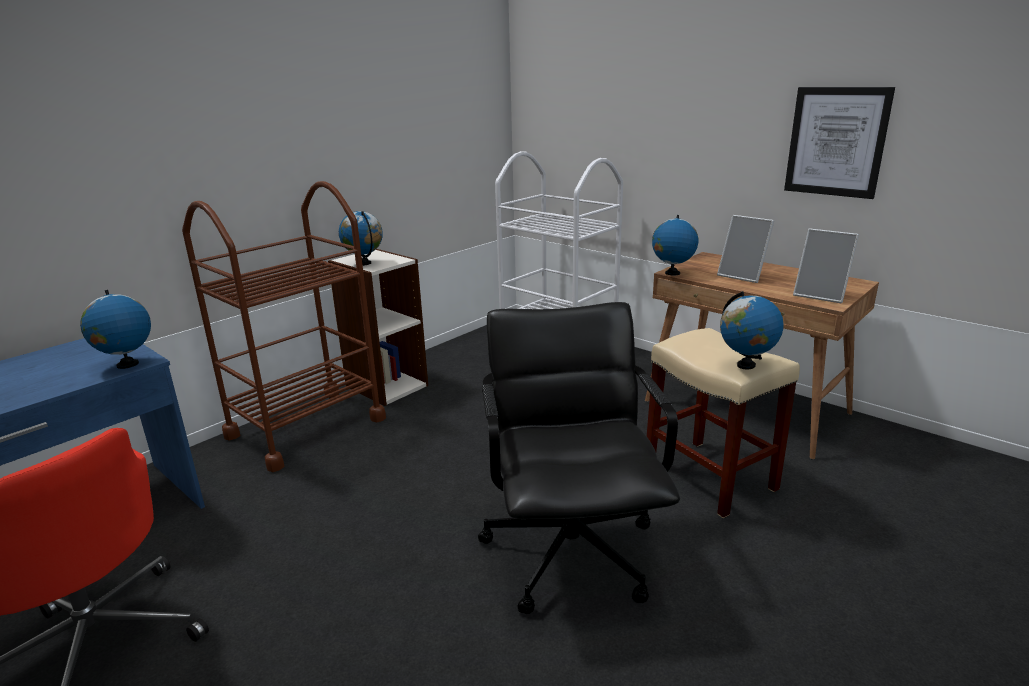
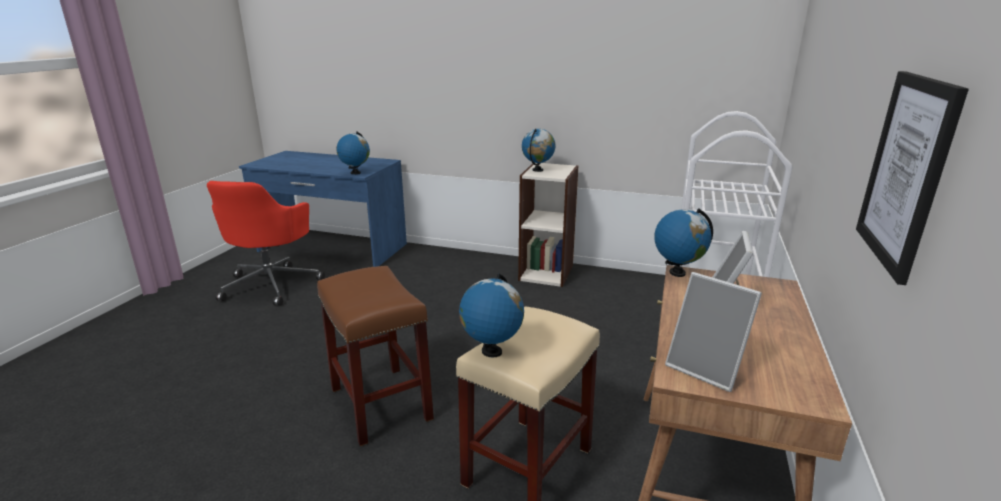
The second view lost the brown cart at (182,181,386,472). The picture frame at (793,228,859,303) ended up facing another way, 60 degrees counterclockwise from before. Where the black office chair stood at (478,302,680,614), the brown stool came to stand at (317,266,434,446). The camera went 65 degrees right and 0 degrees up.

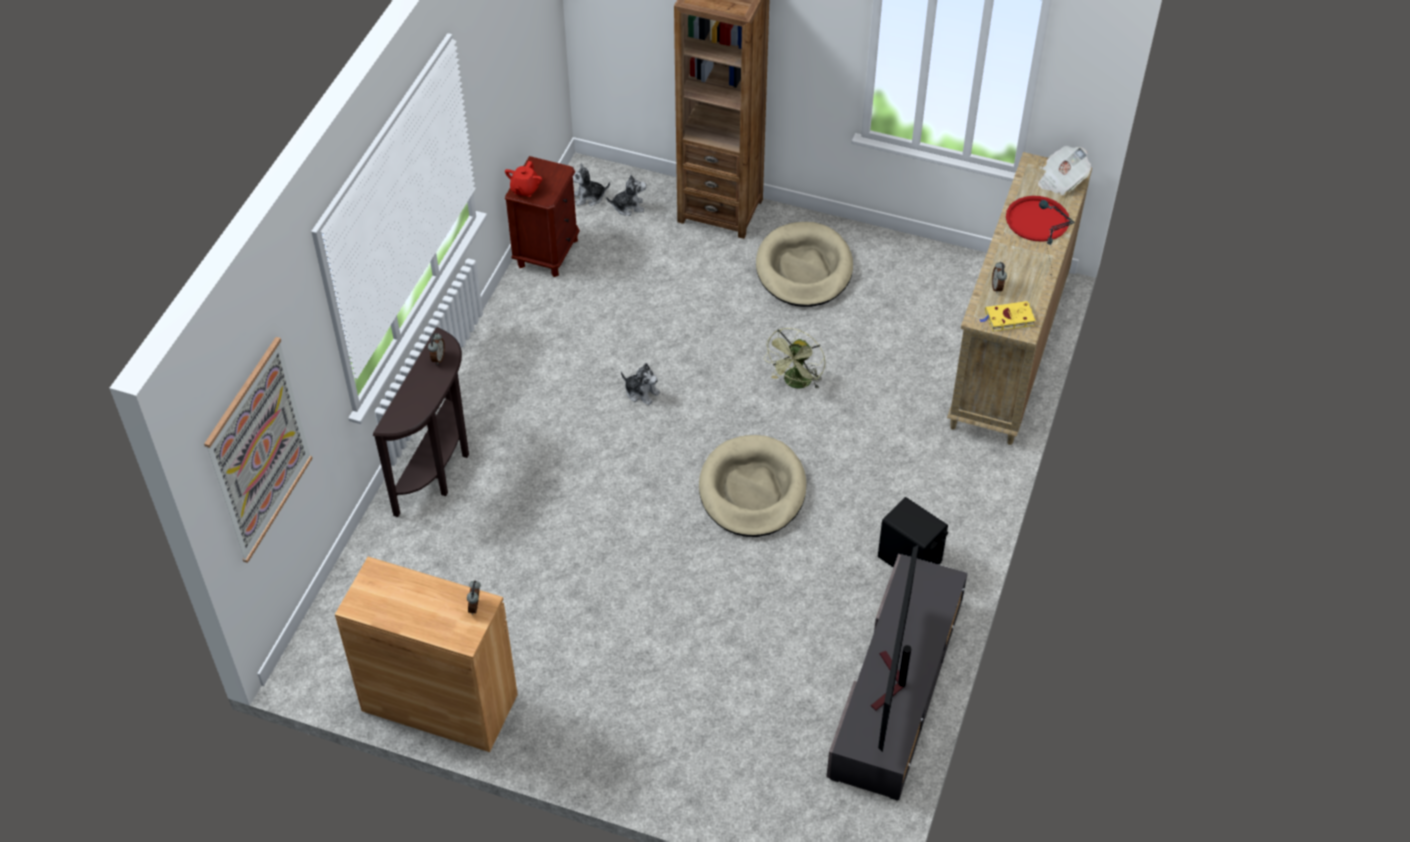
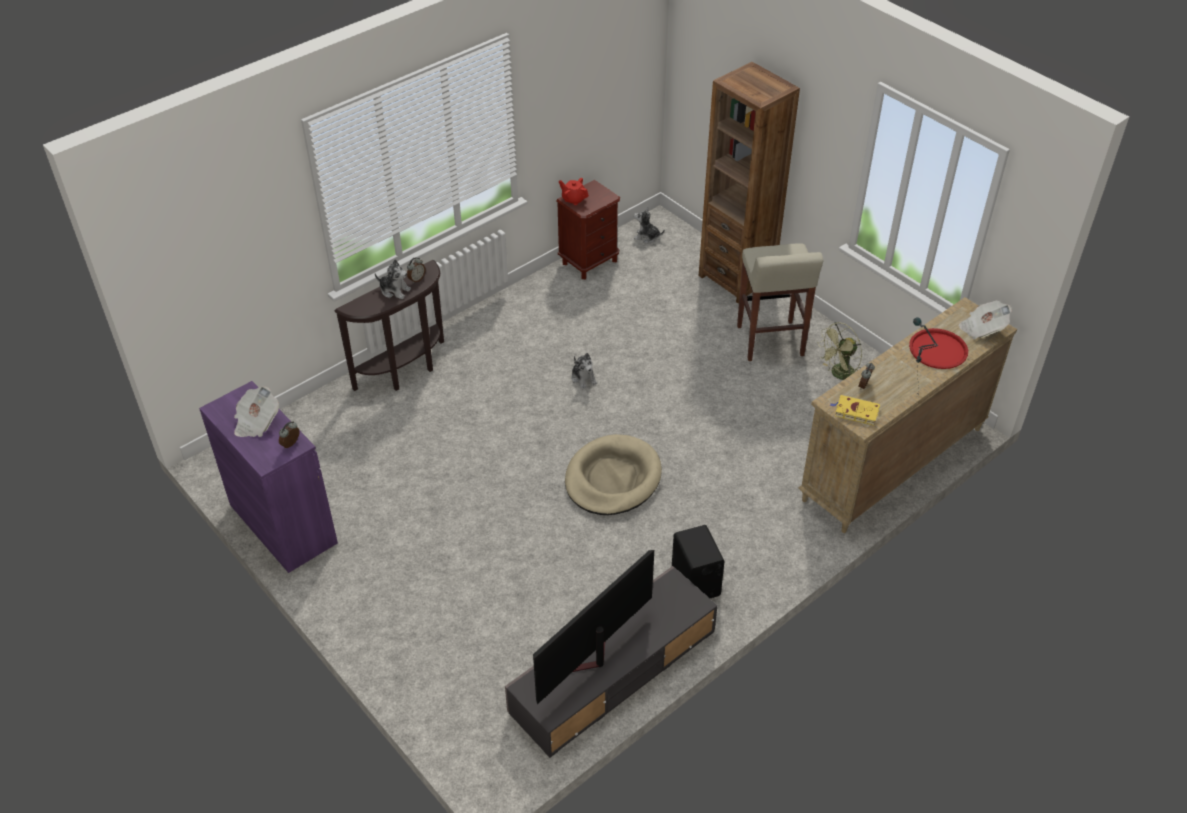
The red teapot at (505,161,542,197) ended up facing another way, 75 degrees clockwise from before. The plush toy ended up elsewhere, having gone from (606,174,646,216) to (375,259,411,299). Where the beige dog bed stood at (756,222,853,307), the beige stool came to stand at (737,243,823,361). The green fan ended up elsewhere, having gone from (766,328,825,389) to (818,322,862,380). The second view lost the picture at (204,337,312,563). What was the brown cabinet at (335,557,518,752) turned into the purple cabinet at (199,381,338,573). The second view gained the newspaper at (234,386,279,437). The camera went 30 degrees right and 5 degrees down.

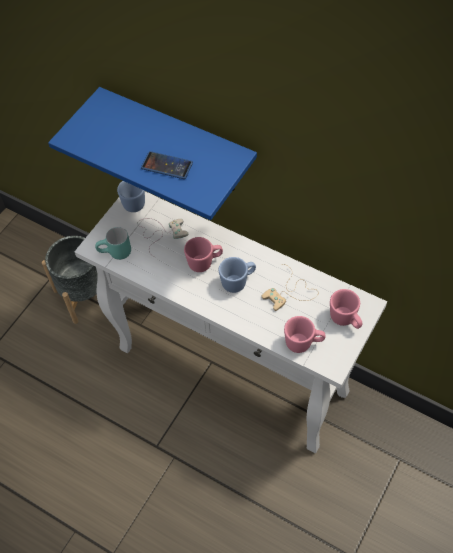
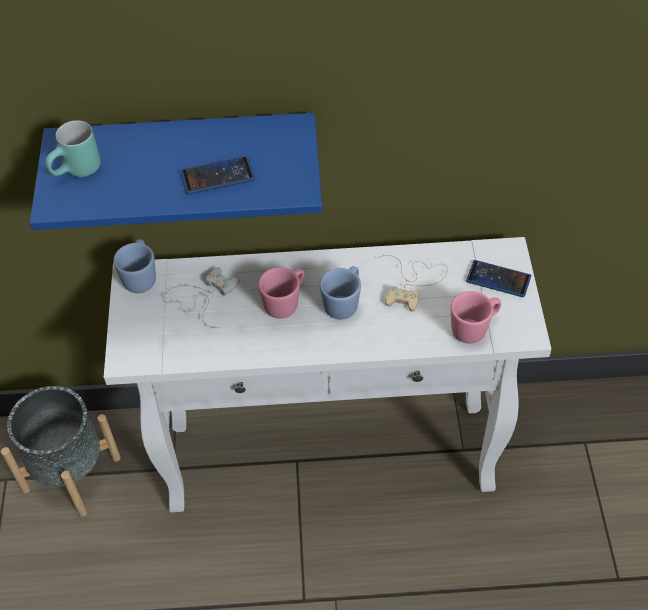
The turquoise mug ended up elsewhere, having gone from (95,227,131,260) to (45,120,101,177). Where the pink mug stood at (330,289,362,329), the phone came to stand at (466,260,531,297). The camera went 35 degrees left and 5 degrees down.

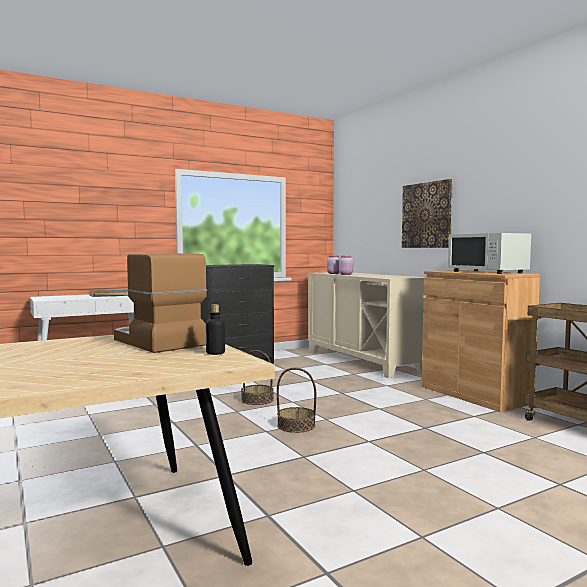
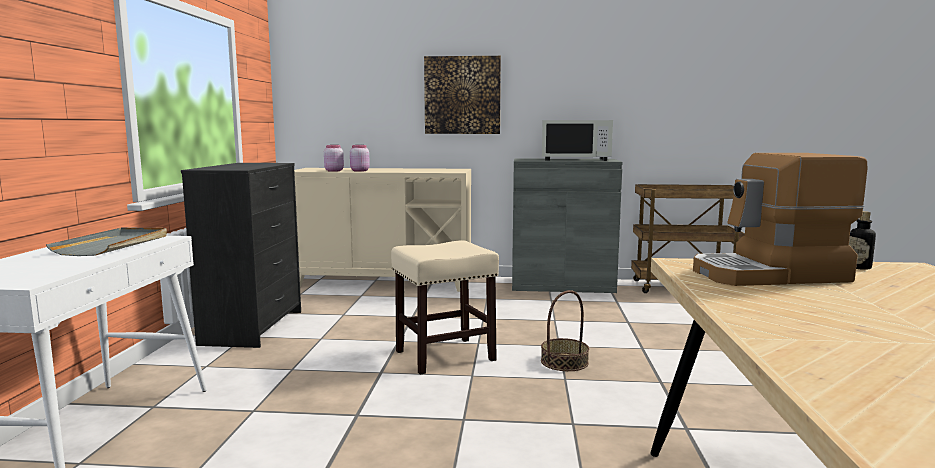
What was the brown cabinet at (422,270,540,412) turned into the grey cabinet at (512,158,623,293). Where the basket stood at (241,350,274,405), the beige stool came to stand at (391,240,499,375). The camera went 55 degrees left and 5 degrees up.

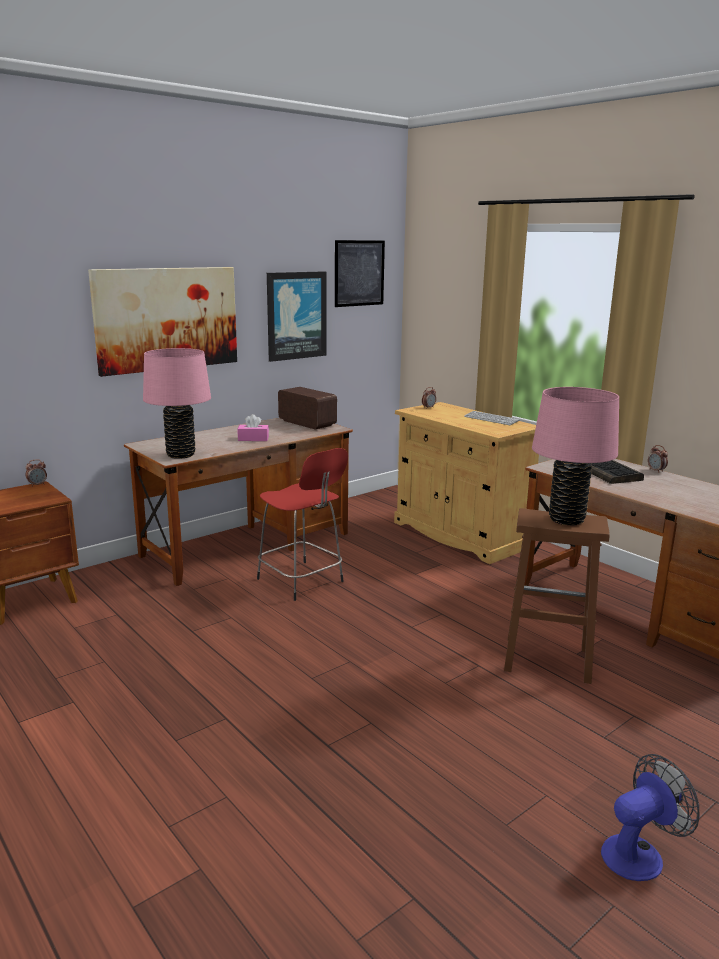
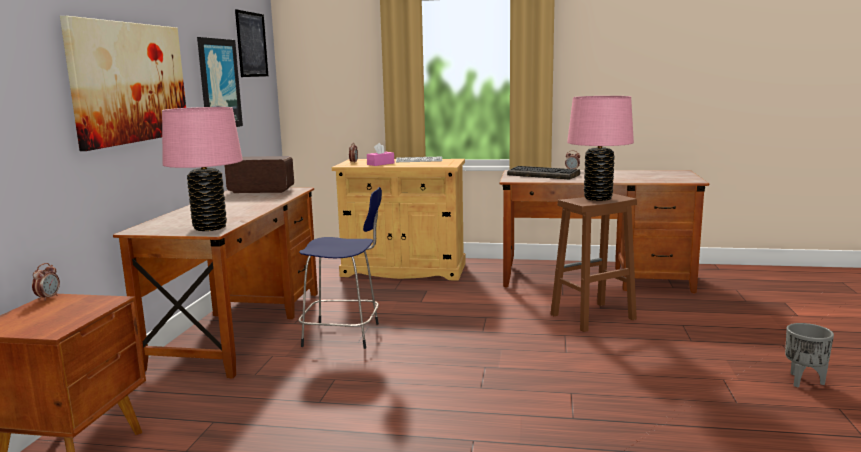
The pink tissue box ended up elsewhere, having gone from (237,414,269,441) to (367,143,394,166). What was the red stool at (257,448,348,601) turned into the blue stool at (299,187,382,349). Where the fan stood at (601,754,699,881), the grey planter came to stand at (785,323,834,387). The camera went 40 degrees left and 5 degrees down.

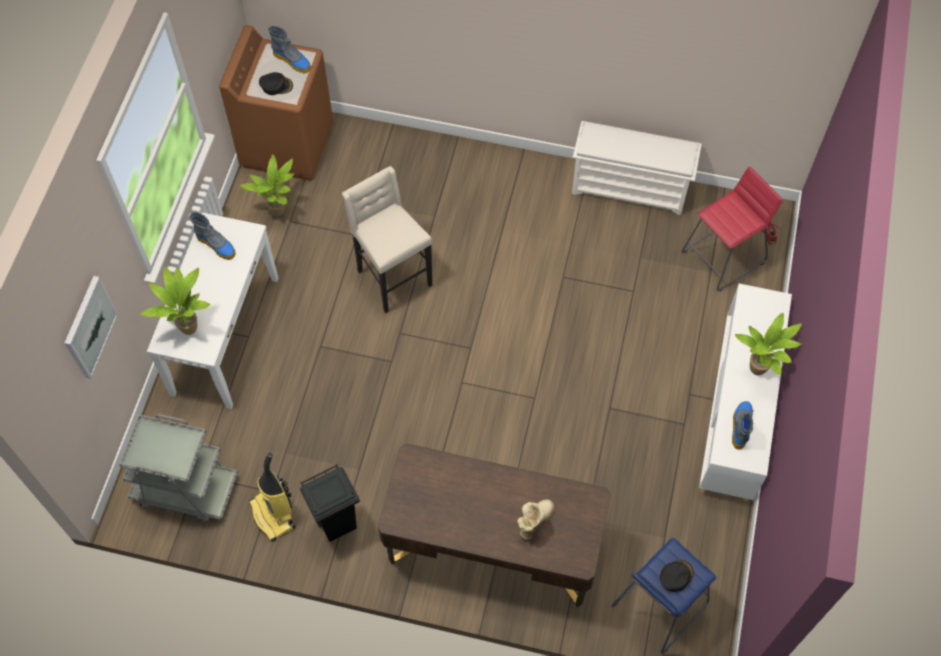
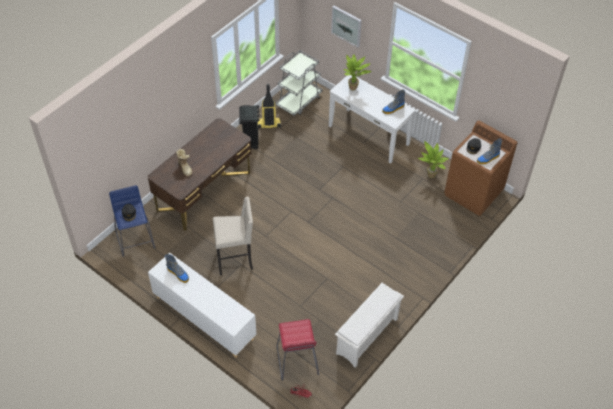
The beige stool ended up elsewhere, having gone from (342,166,432,313) to (213,197,253,275). The second view lost the potted plant at (735,313,802,375). The camera went 115 degrees right and 10 degrees down.

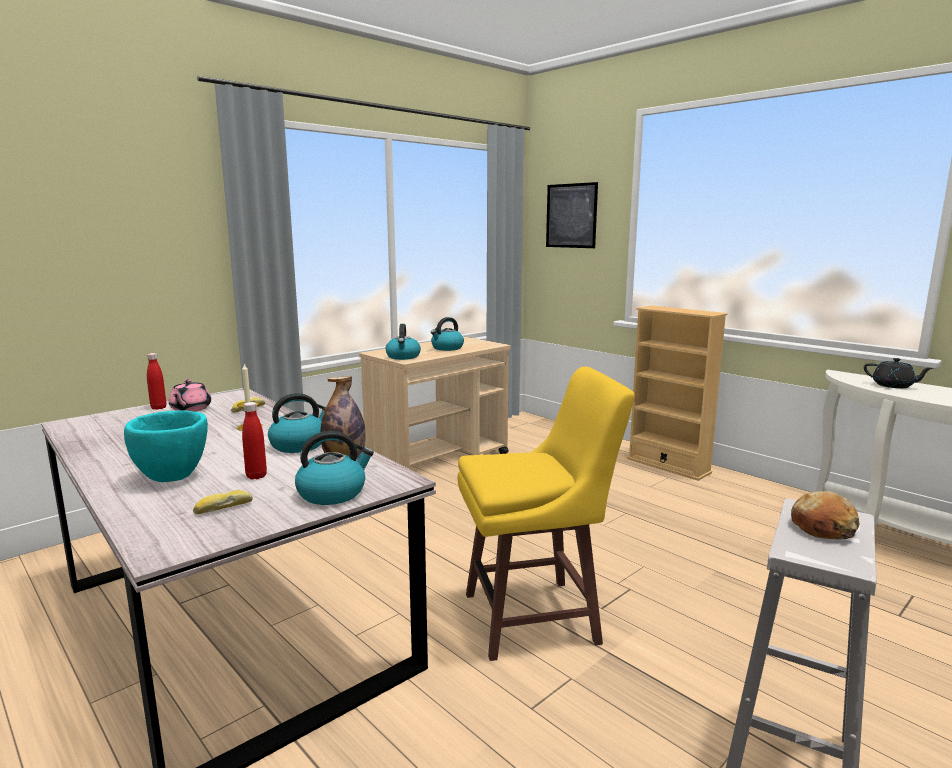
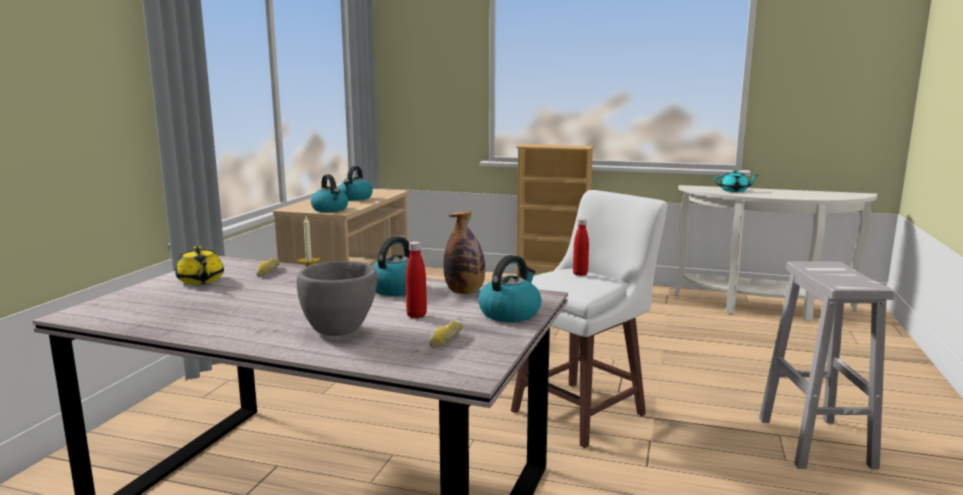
The second view lost the picture at (546,182,598,248). The red bottle ended up elsewhere, having gone from (147,353,166,410) to (573,219,589,276). What was the black teapot at (864,358,934,388) turned into the turquoise teapot at (714,170,758,192). What was the yellow stool at (458,366,635,661) turned into the white stool at (511,190,667,448). What was the pink teapot at (169,379,211,412) turned into the yellow teapot at (175,246,224,285). What was the turquoise bowl at (124,410,208,482) turned into the grey bowl at (297,261,377,336). The second view lost the bread at (791,491,860,539). The camera went 30 degrees left and 0 degrees up.

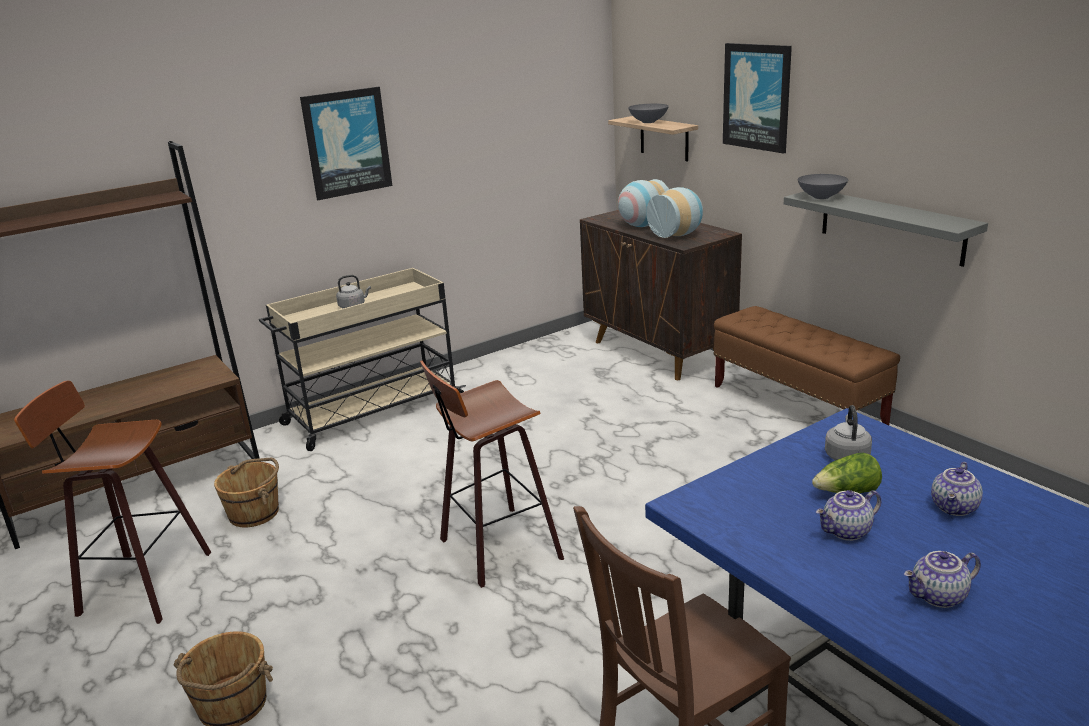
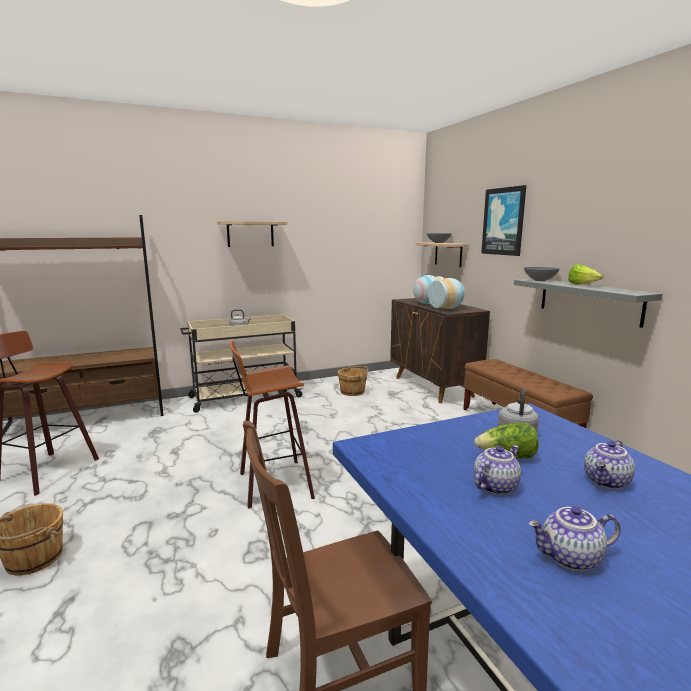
Where the picture hung at (300,87,392,200), the shelf came to hang at (217,221,288,247). The brown bucket ended up elsewhere, having gone from (214,458,279,527) to (338,366,368,396). The teapot at (816,490,881,541) ended up facing another way, 150 degrees clockwise from before. The second view gained the lettuce at (568,264,603,285). The camera went 10 degrees right and 10 degrees down.

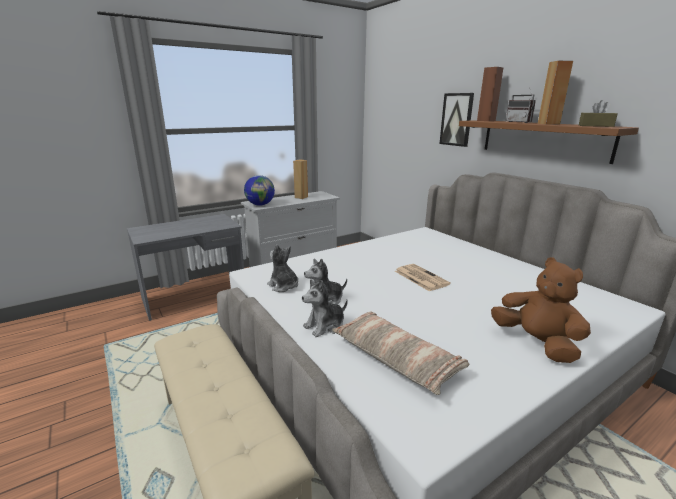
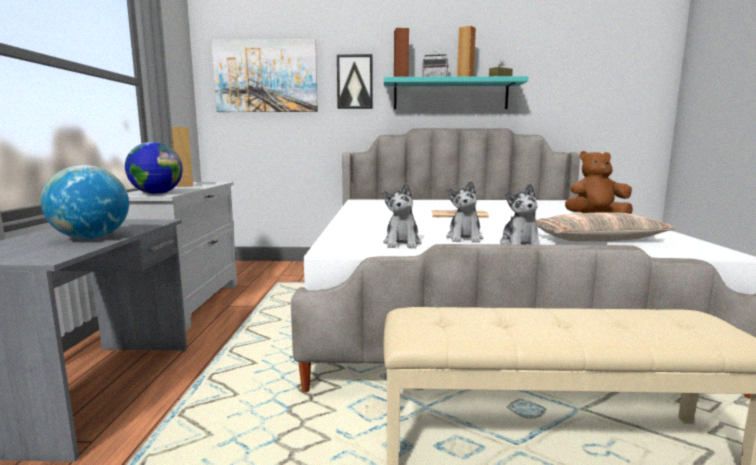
What was the brown shelf at (459,120,639,164) turned into the turquoise shelf at (384,76,529,109). The plush toy at (267,244,298,292) ended up facing another way, 75 degrees counterclockwise from before. The second view gained the picture at (211,39,318,112). The second view gained the globe at (41,165,129,239). The camera went 55 degrees left and 10 degrees down.

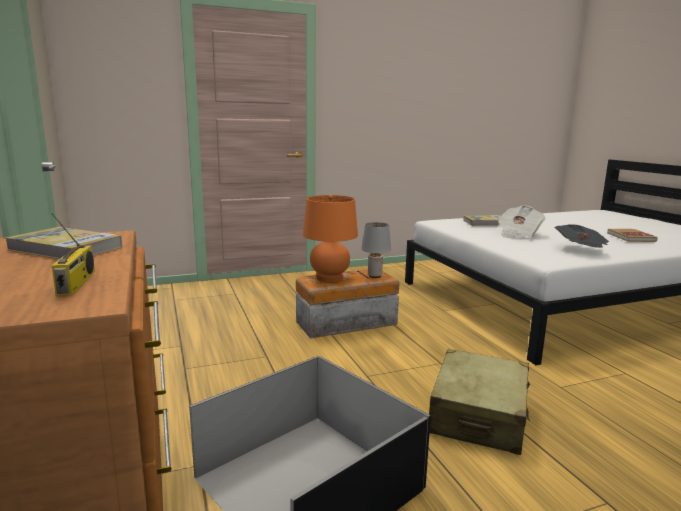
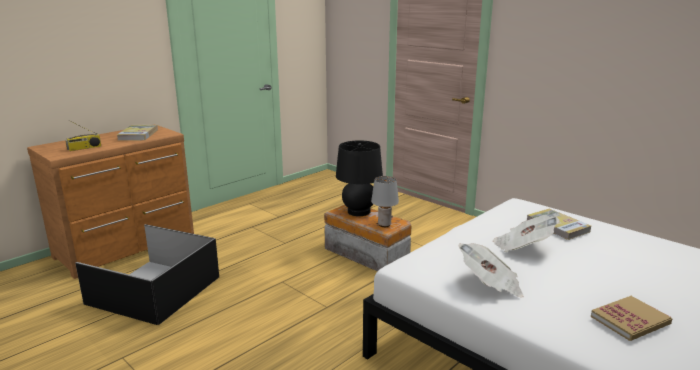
What was the orange table lamp at (303,195,358,283) turned into the black table lamp at (336,140,383,216). The second view lost the beige suitcase at (429,349,530,455). The camera went 65 degrees right and 5 degrees up.

